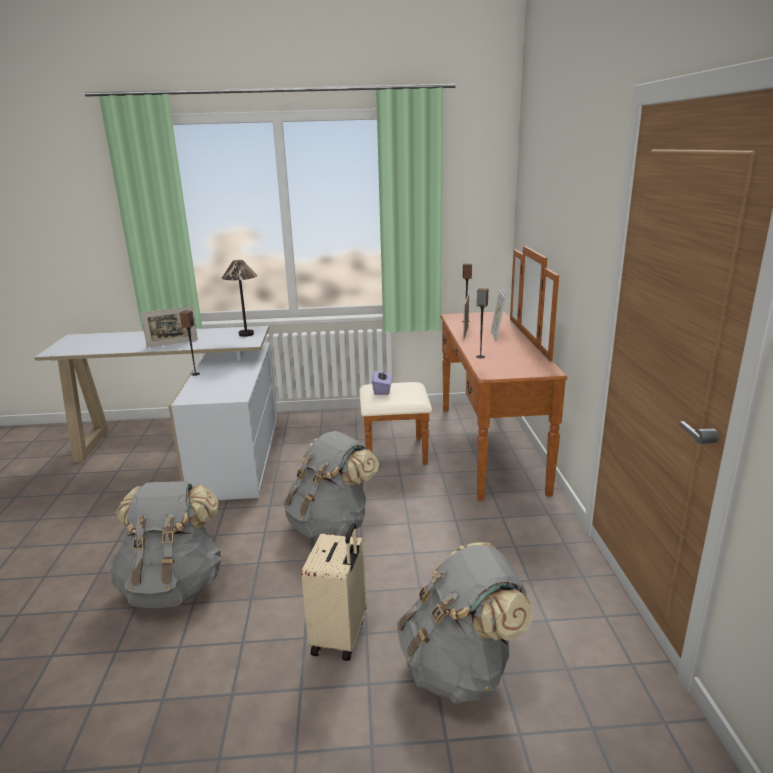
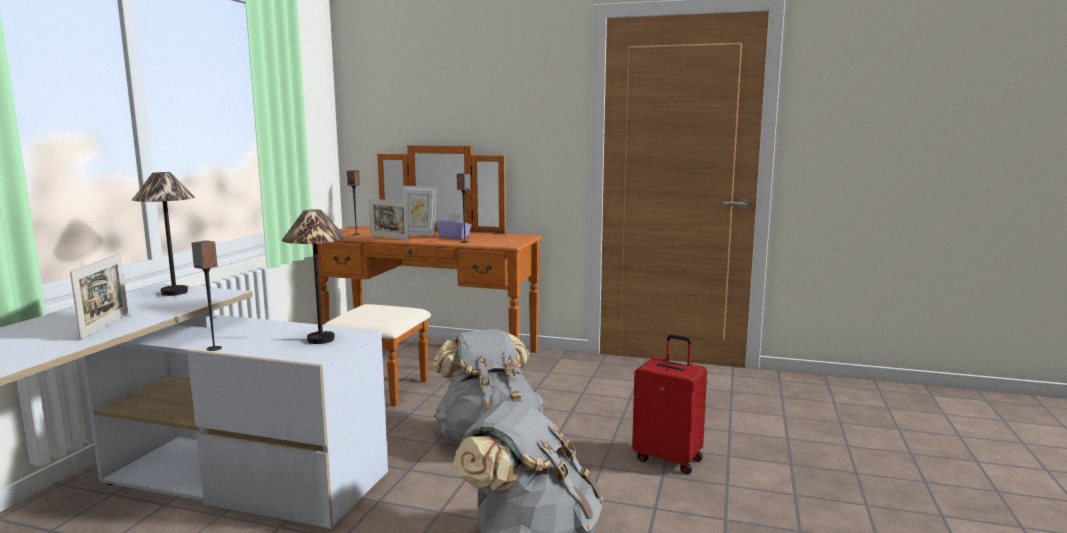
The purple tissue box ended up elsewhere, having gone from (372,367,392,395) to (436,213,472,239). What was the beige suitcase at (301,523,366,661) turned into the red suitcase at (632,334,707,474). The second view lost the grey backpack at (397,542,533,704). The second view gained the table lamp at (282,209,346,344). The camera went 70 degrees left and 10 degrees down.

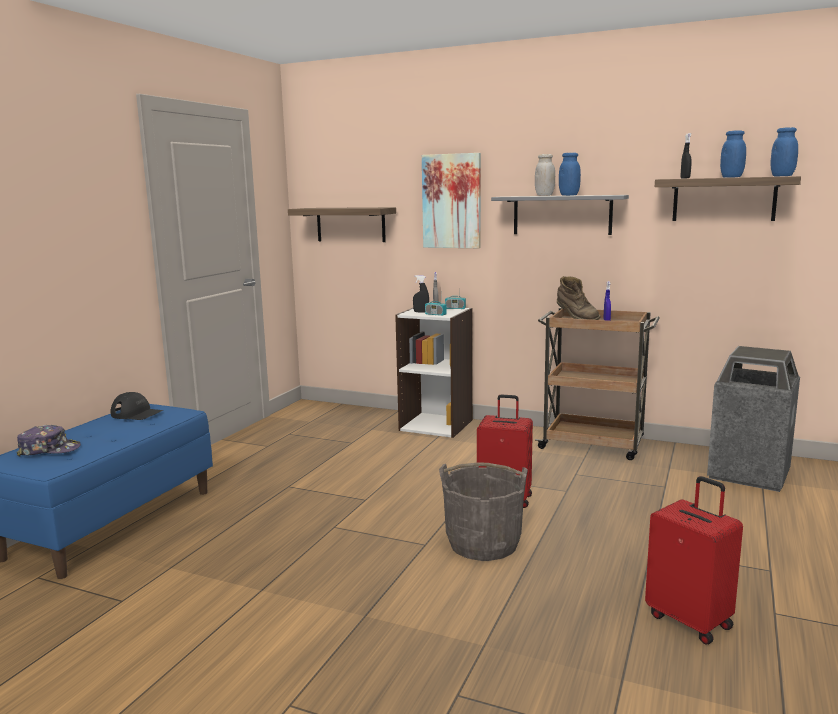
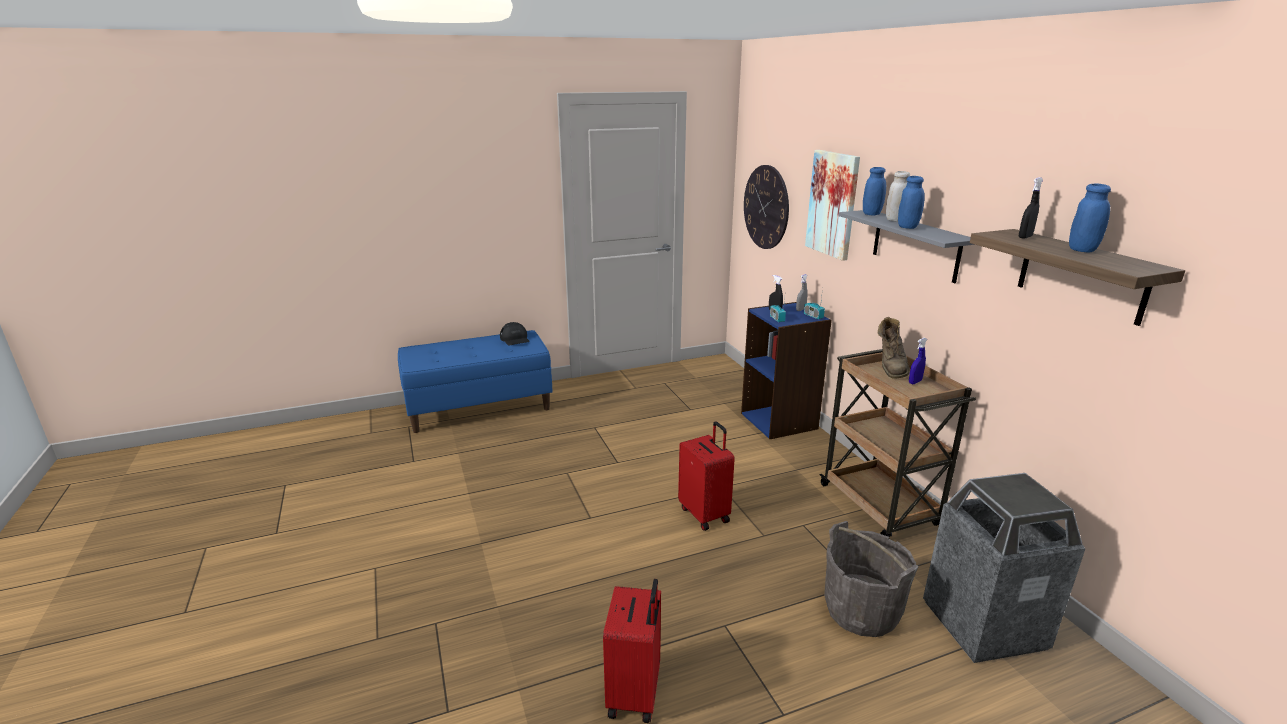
The blue jar ended up elsewhere, having gone from (770,127,798,176) to (863,167,886,216). Where the shelf hung at (288,207,396,242), the wall clock came to hang at (744,165,789,249). What was the white bookcase at (395,308,473,438) turned into the blue bookcase at (741,302,832,439). The second view lost the cap at (17,425,81,456). The grey bucket ended up elsewhere, having gone from (439,462,528,561) to (824,521,919,637). The camera went 45 degrees right and 10 degrees up.

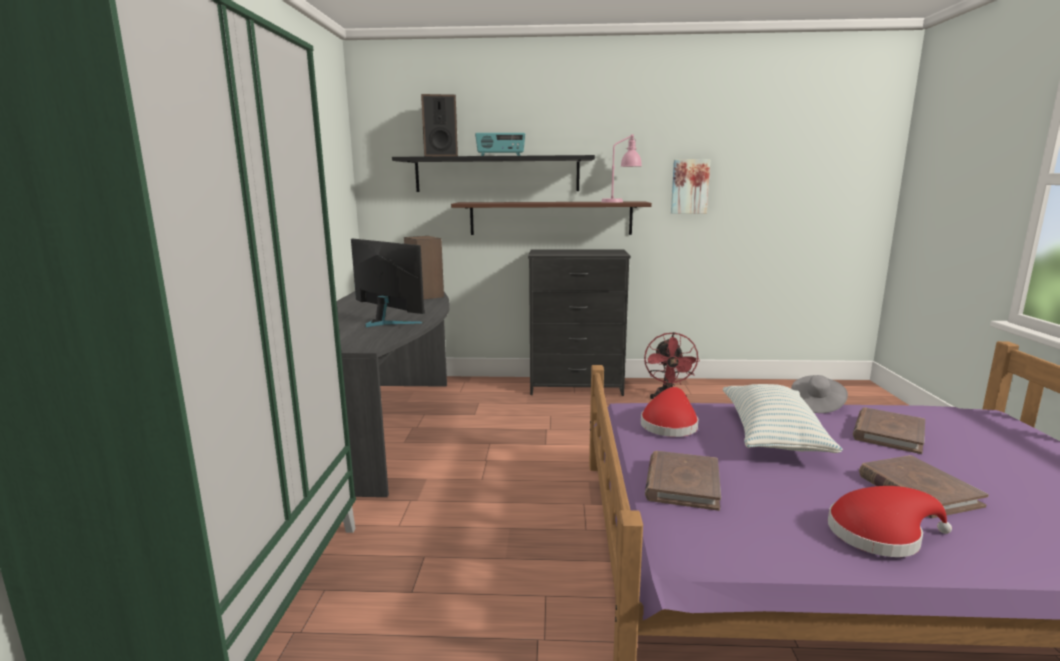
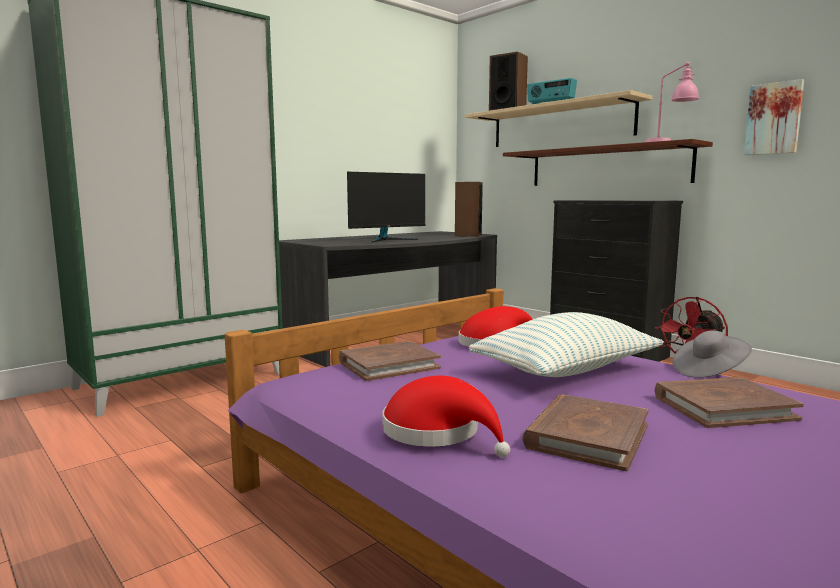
What was the black shelf at (392,155,595,192) turned into the beige shelf at (465,90,653,147). The monitor at (351,238,425,327) ended up facing another way, 60 degrees clockwise from before. The camera went 45 degrees right and 5 degrees down.

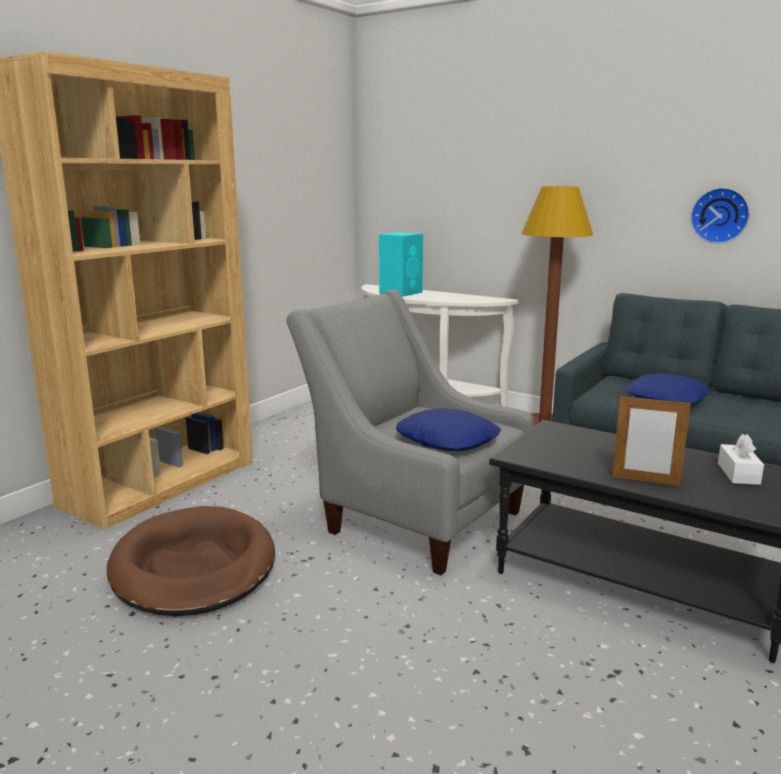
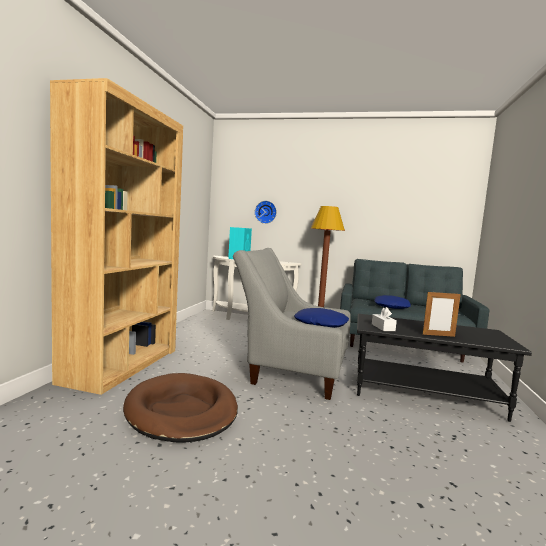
The wall clock ended up elsewhere, having gone from (690,188,750,244) to (255,201,277,224). The white tissue box ended up elsewhere, having gone from (718,434,764,485) to (372,307,397,331). The camera went 20 degrees left and 10 degrees down.

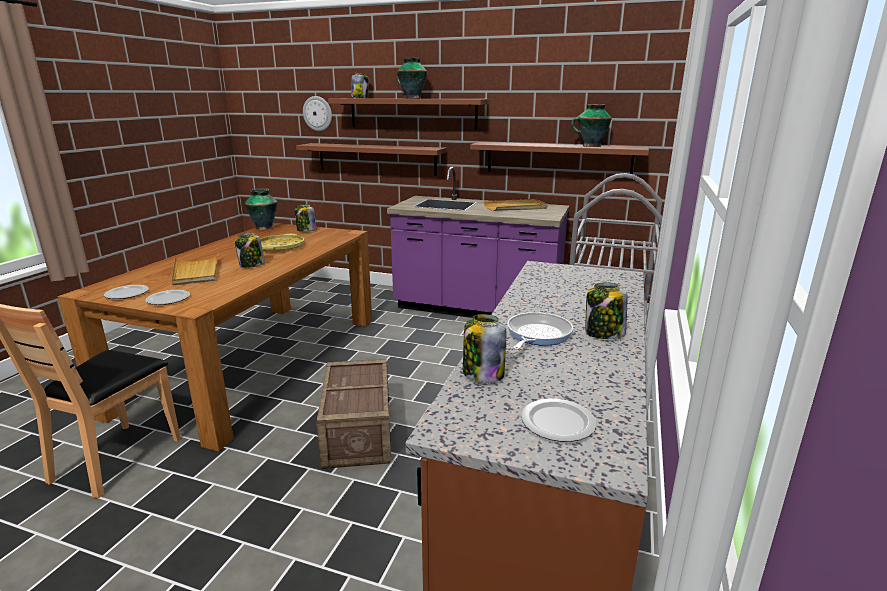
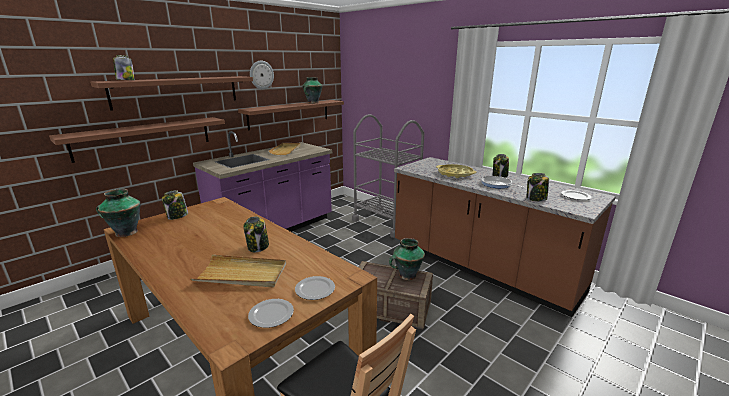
The vase ended up elsewhere, having gone from (397,58,427,99) to (389,238,425,280). The wall clock ended up elsewhere, having gone from (303,96,332,131) to (250,61,274,89). The yellow tray ended up elsewhere, having gone from (260,234,304,252) to (436,164,476,178). The camera went 65 degrees left and 0 degrees up.

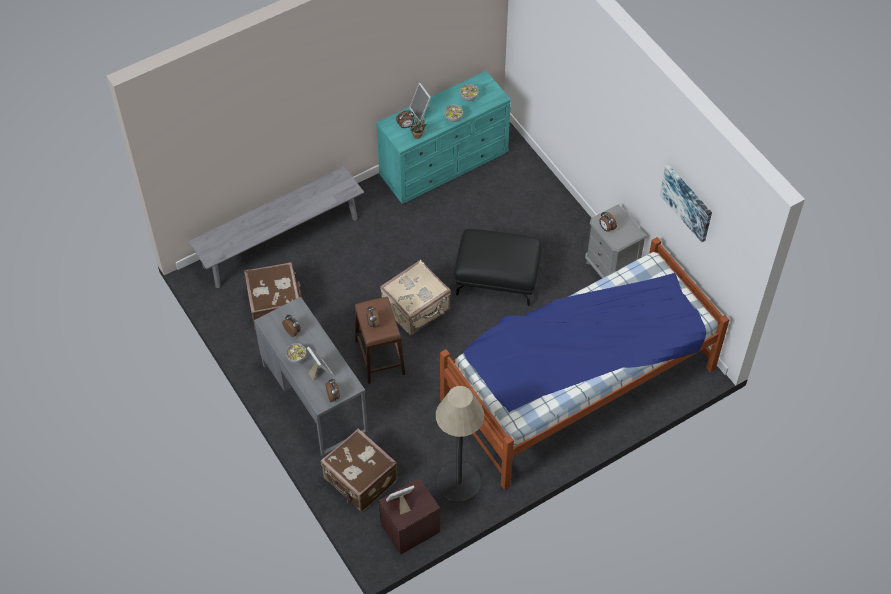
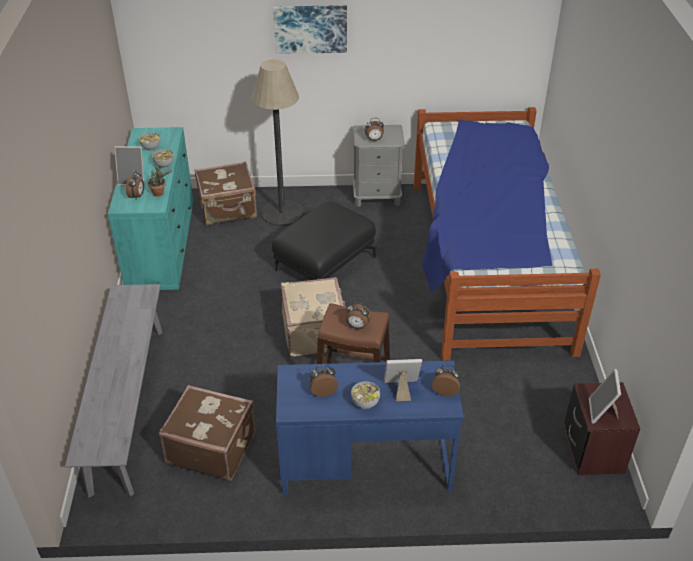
The picture ended up elsewhere, having gone from (660,165,712,242) to (273,5,347,54). What was the grey desk at (254,297,368,456) turned into the blue desk at (276,360,464,496). The floor lamp ended up elsewhere, having gone from (435,386,484,503) to (251,59,303,226). The brown suitcase ended up elsewhere, having gone from (321,429,398,512) to (194,161,257,226). The camera went 60 degrees left and 15 degrees down.

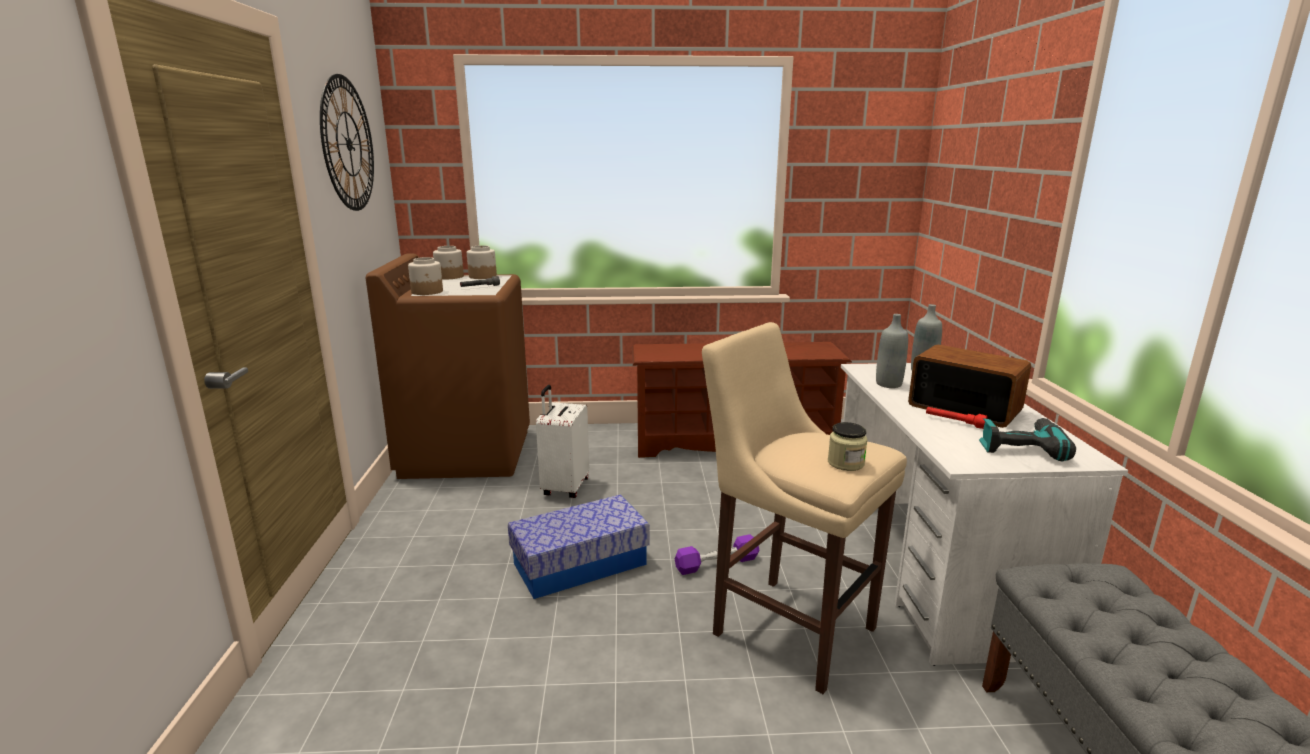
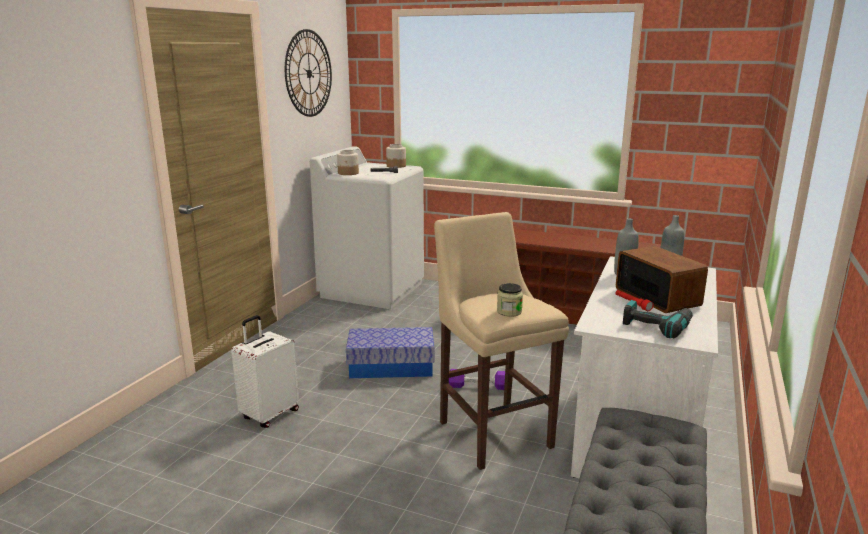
The second view lost the jar at (433,246,464,279). What was the brown washing machine at (366,254,530,479) turned into the white washing machine at (310,146,424,309). The white suitcase ended up elsewhere, having gone from (536,385,589,498) to (231,315,299,428). The camera went 25 degrees right and 0 degrees up.

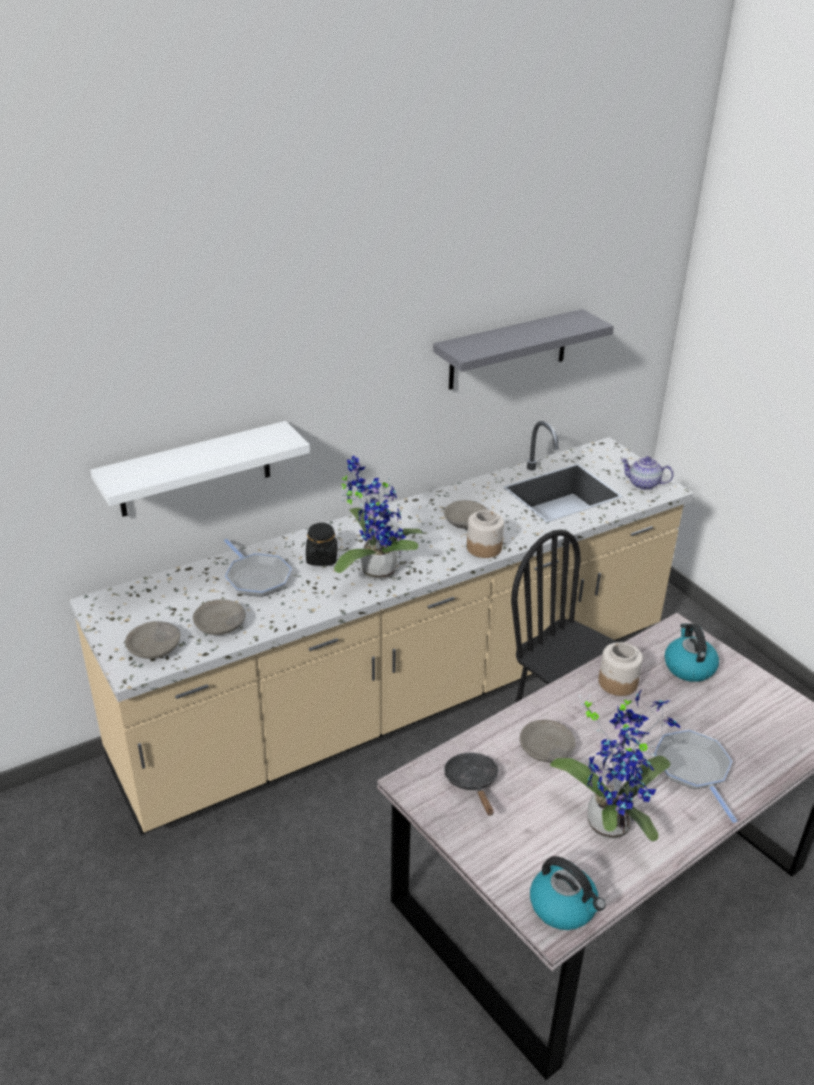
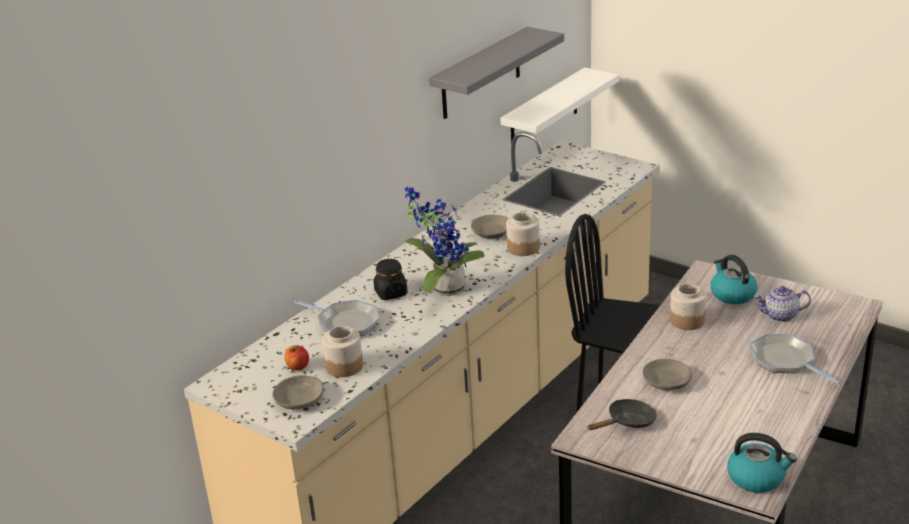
The white shelf ended up elsewhere, having gone from (90,421,310,517) to (500,67,619,144). The teapot ended up elsewhere, having gone from (620,456,674,490) to (754,286,811,322). Where the grey bowl stood at (193,600,246,635), the jar came to stand at (322,326,363,377). The second view lost the potted plant at (550,690,680,841). The black frying pan at (444,753,498,816) ended up facing another way, 90 degrees clockwise from before. The second view gained the apple at (285,345,309,370). The camera went 20 degrees left and 5 degrees down.

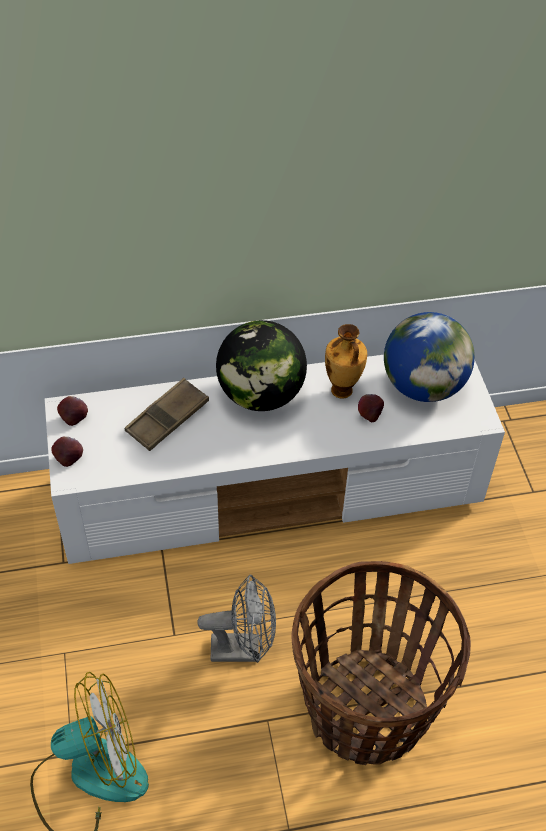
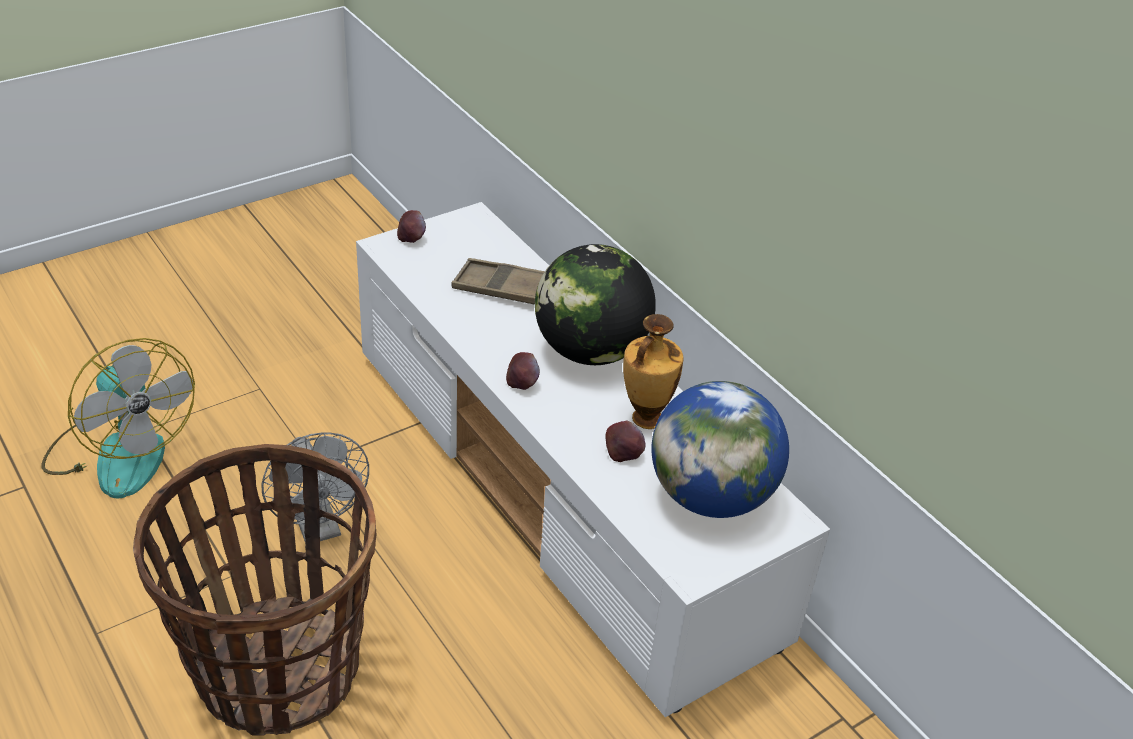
The apple ended up elsewhere, having gone from (57,396,88,426) to (506,352,540,390). The camera went 65 degrees right and 10 degrees down.

